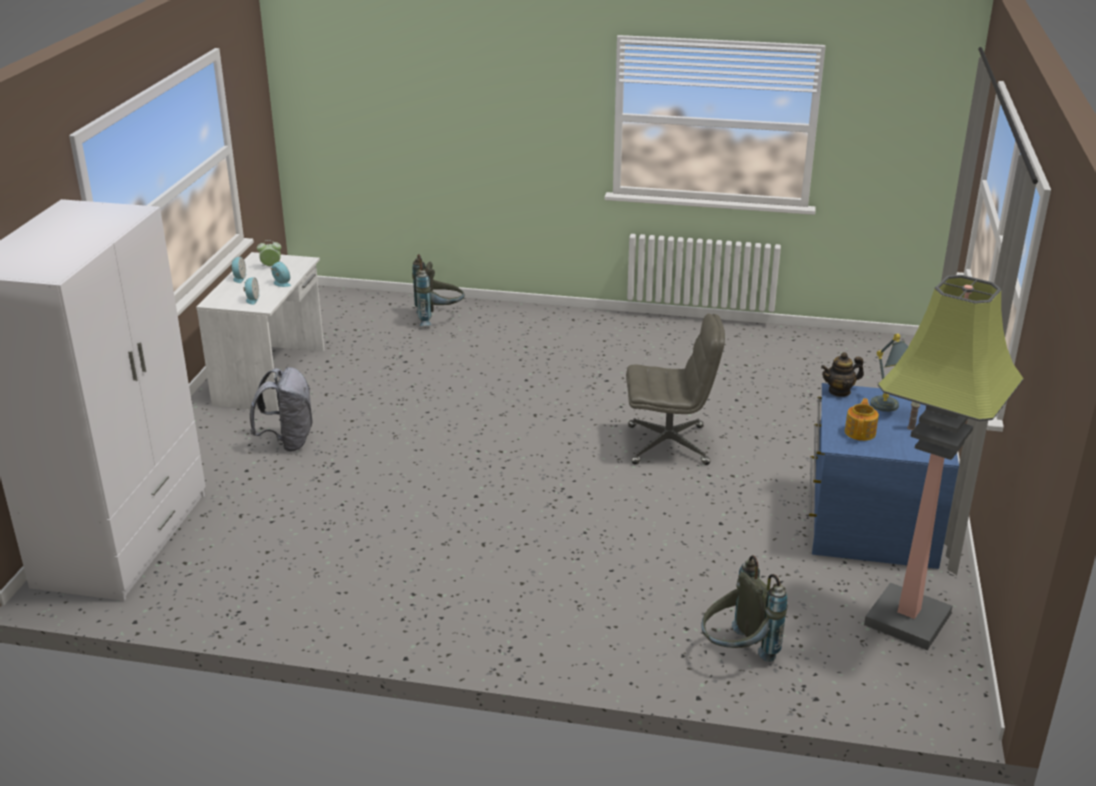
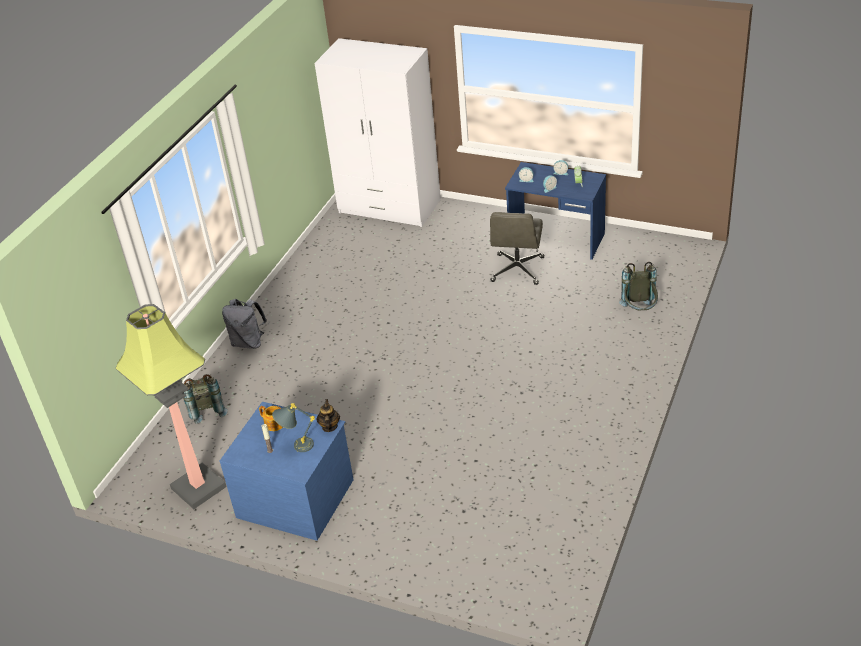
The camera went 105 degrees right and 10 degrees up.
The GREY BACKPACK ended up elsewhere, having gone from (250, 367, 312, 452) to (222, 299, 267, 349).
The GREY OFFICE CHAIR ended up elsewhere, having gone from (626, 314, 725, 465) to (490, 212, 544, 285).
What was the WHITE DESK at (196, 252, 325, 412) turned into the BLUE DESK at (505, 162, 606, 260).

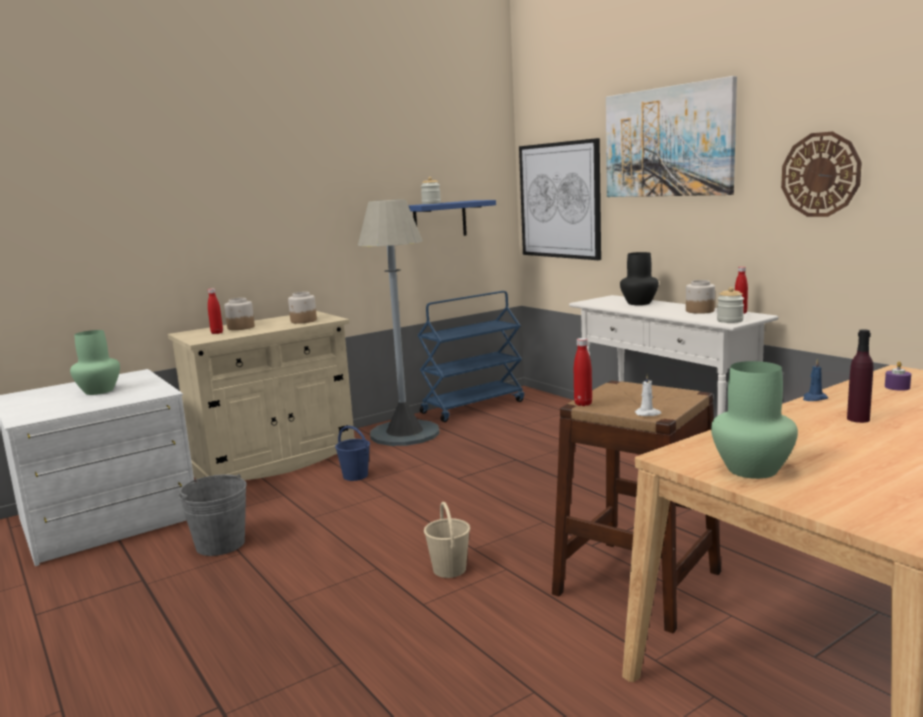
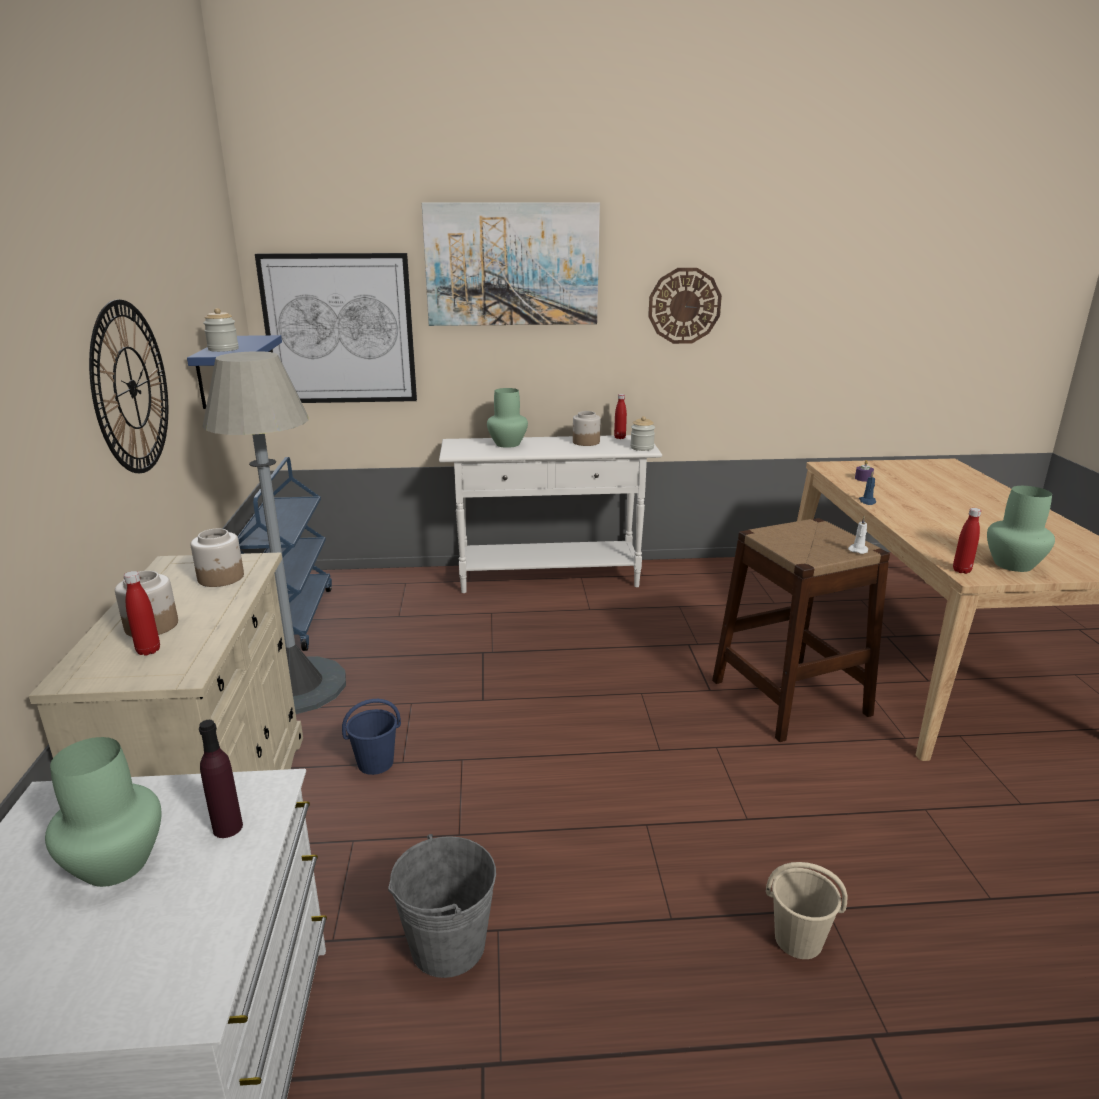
The camera went 60 degrees left and 10 degrees up.
The second view gained the WALL CLOCK at (89, 300, 168, 473).
The BEIGE BUCKET ended up elsewhere, having gone from (424, 502, 470, 578) to (766, 862, 848, 959).
The RED BOTTLE ended up elsewhere, having gone from (574, 338, 592, 406) to (953, 508, 981, 574).
The PURPLE BOTTLE ended up elsewhere, having gone from (847, 329, 873, 423) to (199, 720, 243, 838).
What was the BLACK VASE at (620, 252, 659, 305) turned into the GREEN VASE at (487, 388, 528, 448).

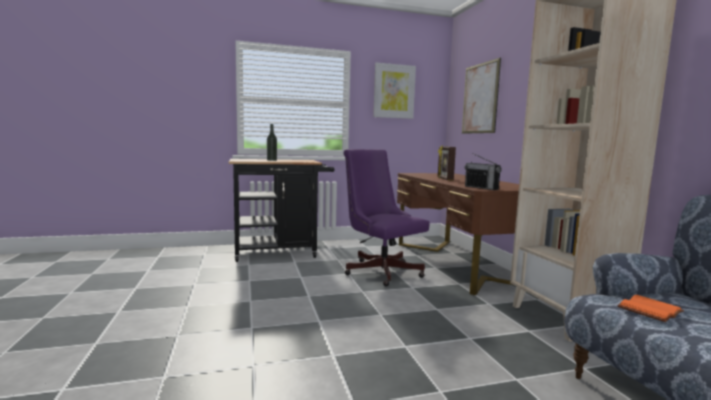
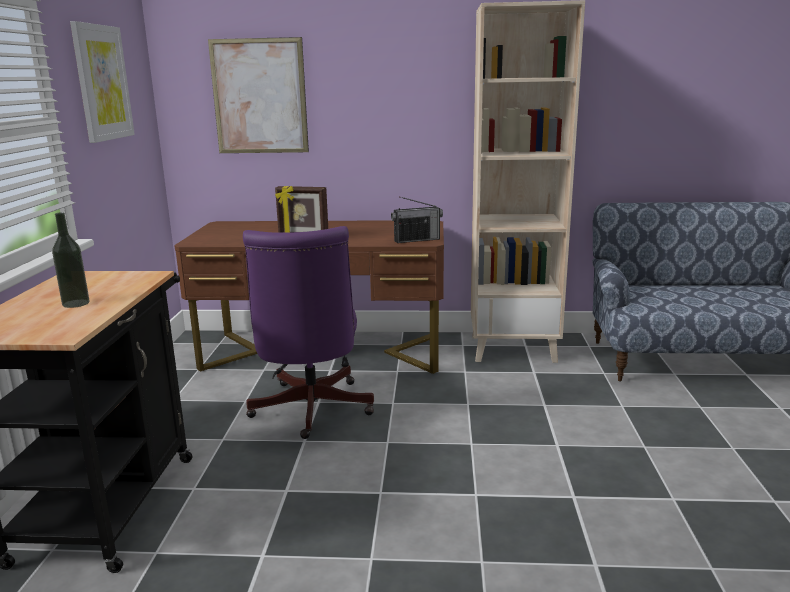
The camera went 70 degrees left and 10 degrees up.
The second view lost the ORANGE BOOK at (617, 295, 684, 322).
The PURPLE OFFICE CHAIR at (344, 149, 430, 286) ended up facing another way, 75 degrees counterclockwise from before.

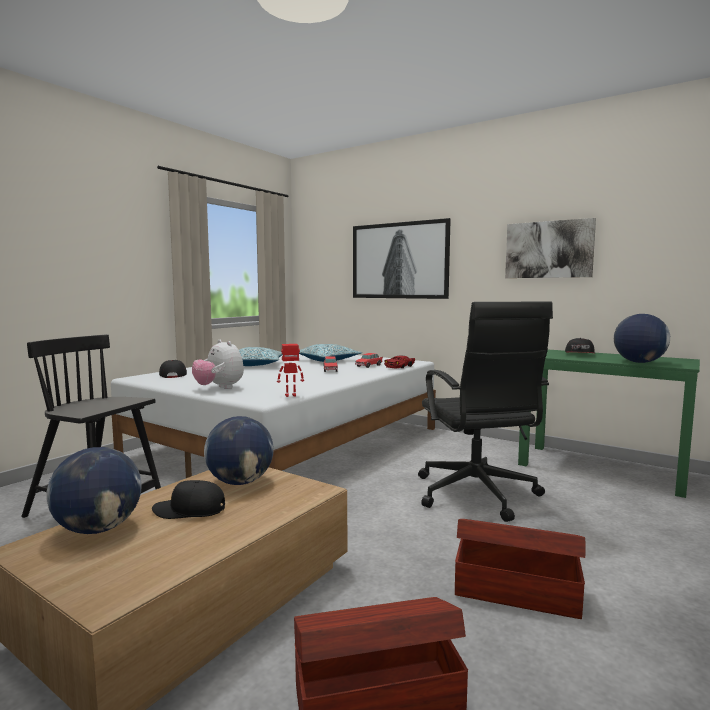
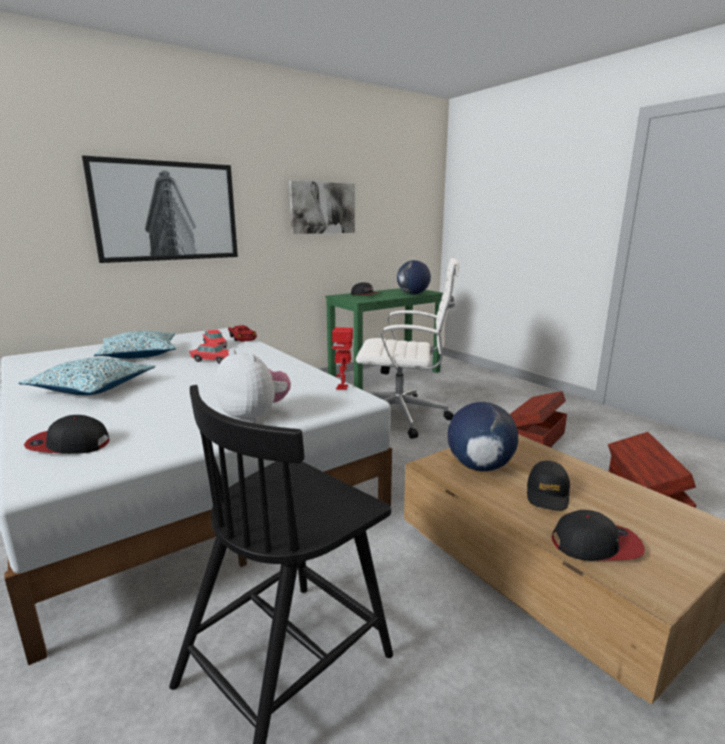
The camera went 70 degrees left and 10 degrees up.
Where the GLOBE stood at (46, 447, 142, 534), the CAP came to stand at (552, 510, 645, 561).
What was the BLACK OFFICE CHAIR at (418, 301, 553, 522) turned into the WHITE OFFICE CHAIR at (356, 258, 459, 439).
The PLUSH TOY at (192, 340, 244, 389) ended up facing another way, 120 degrees counterclockwise from before.

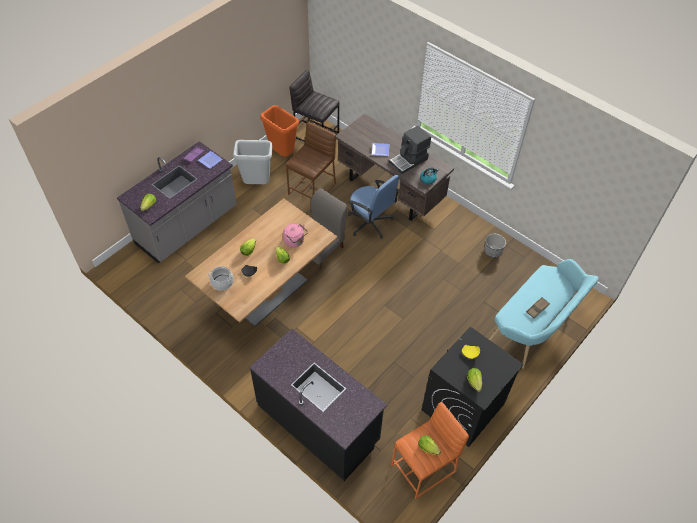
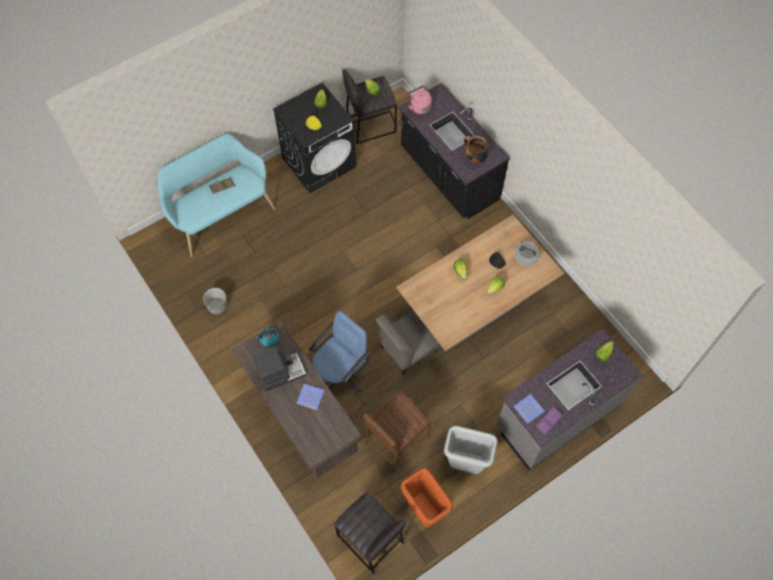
The camera went 165 degrees left and 10 degrees up.
The second view gained the COOKING POT at (464, 136, 489, 164).
The PINK KETTLE ended up elsewhere, having gone from (283, 223, 308, 247) to (407, 86, 432, 114).
What was the ORANGE STOOL at (391, 402, 469, 499) turned into the GREY STOOL at (342, 69, 397, 144).
The BLUE OFFICE CHAIR at (348, 175, 399, 239) ended up facing another way, 75 degrees clockwise from before.

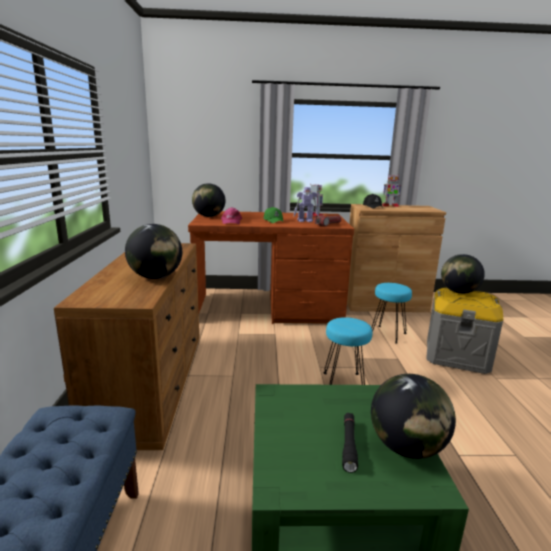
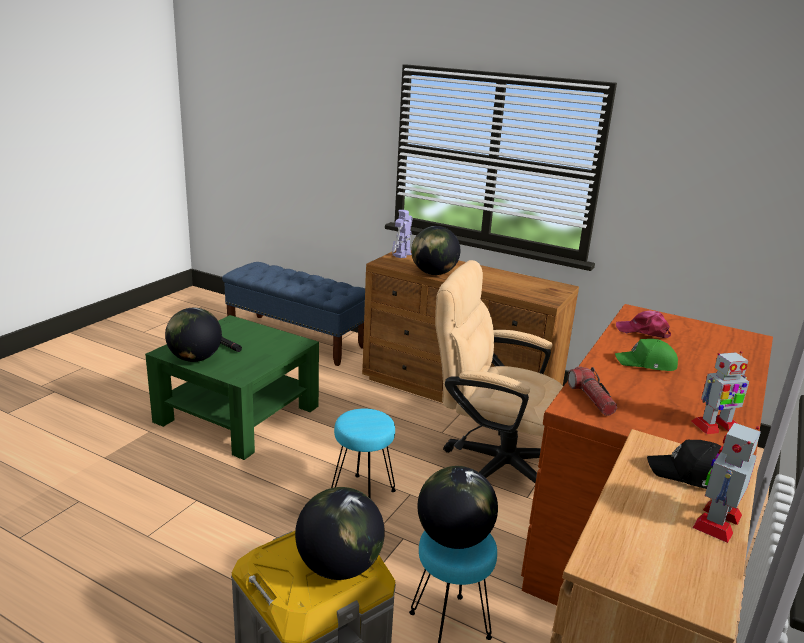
The camera went 120 degrees right and 5 degrees up.
The second view gained the BEIGE OFFICE CHAIR at (435, 260, 563, 483).
The GLOBE ended up elsewhere, having gone from (192, 183, 225, 217) to (418, 466, 498, 549).
The TOY ROBOT ended up elsewhere, having gone from (294, 187, 319, 222) to (392, 210, 413, 258).

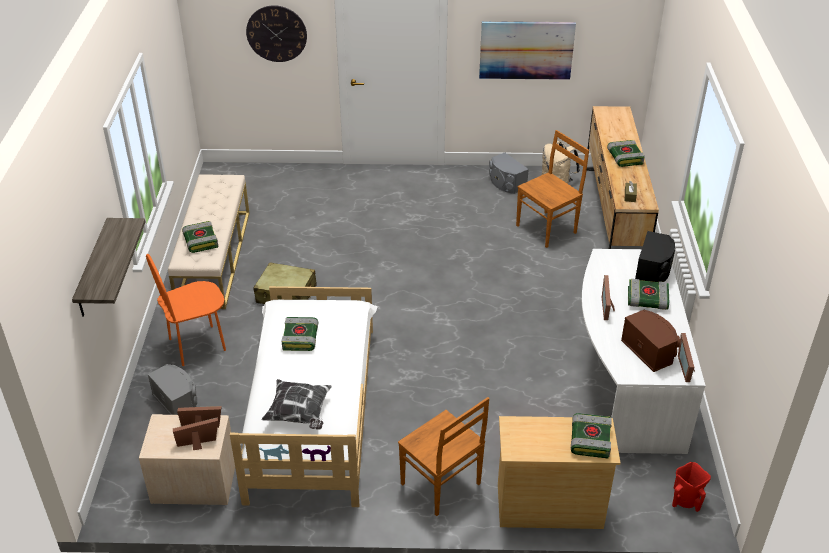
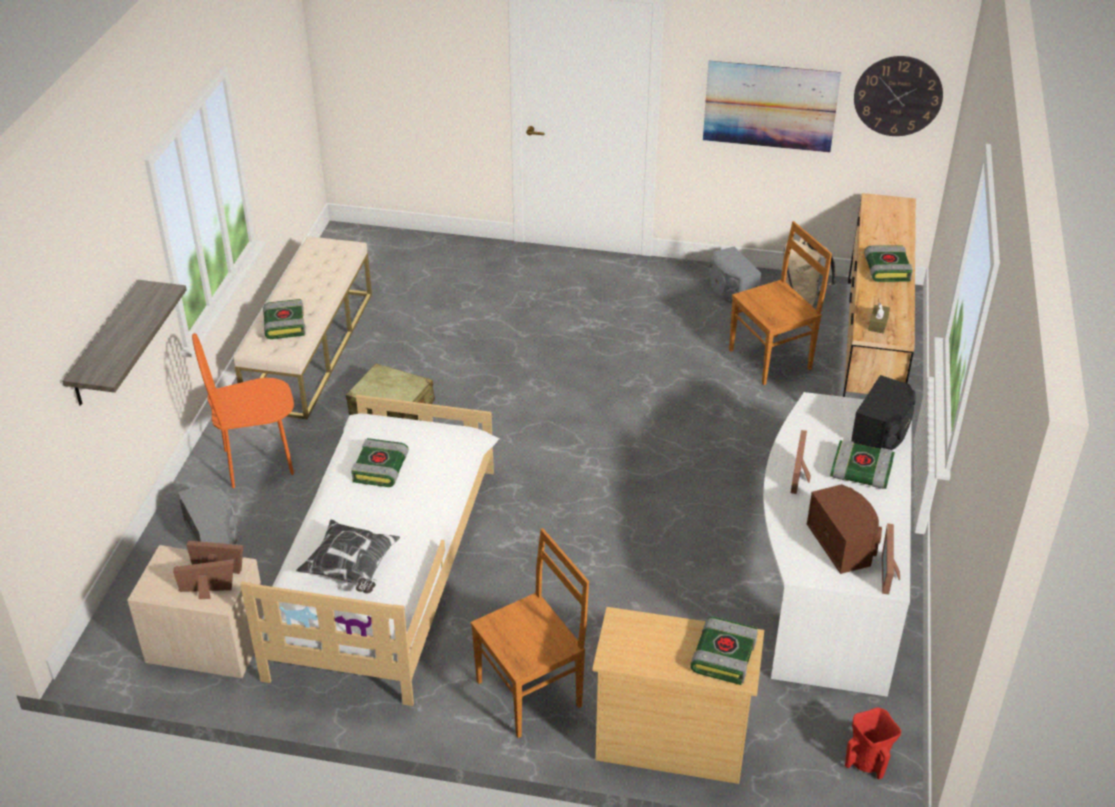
The camera went 10 degrees right and 0 degrees up.
The WALL CLOCK ended up elsewhere, having gone from (246, 5, 307, 62) to (854, 56, 943, 136).
The BROWN CHAIR at (398, 397, 489, 516) ended up facing another way, 90 degrees counterclockwise from before.

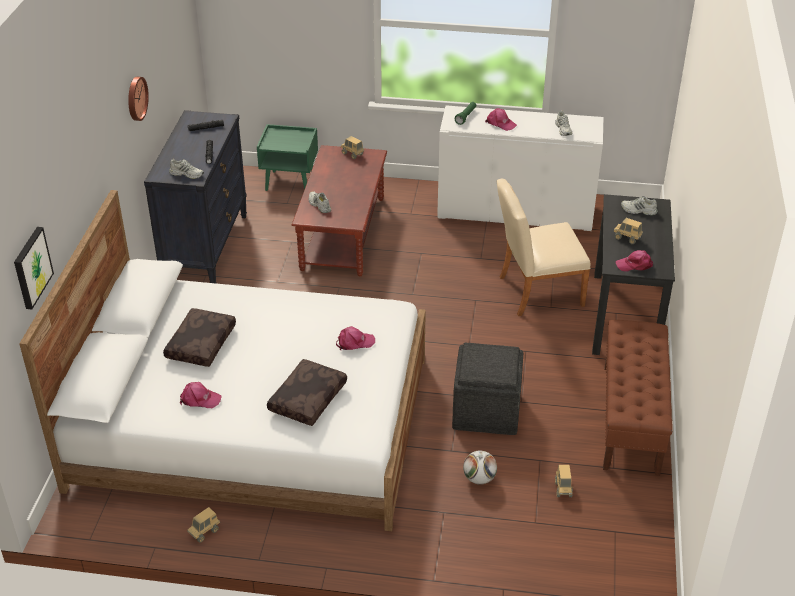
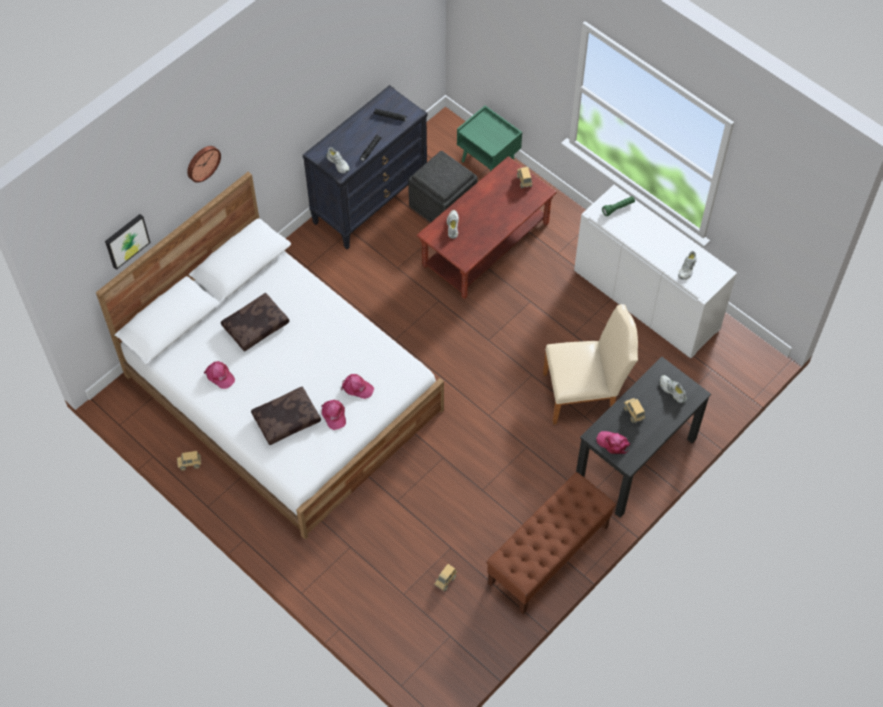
The camera went 35 degrees right and 20 degrees up.
The second view lost the FOOTBALL at (463, 451, 497, 485).
The WALL CLOCK ended up elsewhere, having gone from (128, 77, 149, 121) to (187, 146, 221, 183).
The GREY OTTOMAN ended up elsewhere, having gone from (452, 343, 523, 435) to (408, 151, 478, 223).
The PINK CAP ended up elsewhere, having gone from (485, 108, 517, 131) to (321, 400, 346, 430).
The BEIGE CHAIR at (497, 179, 591, 316) ended up facing another way, 150 degrees clockwise from before.

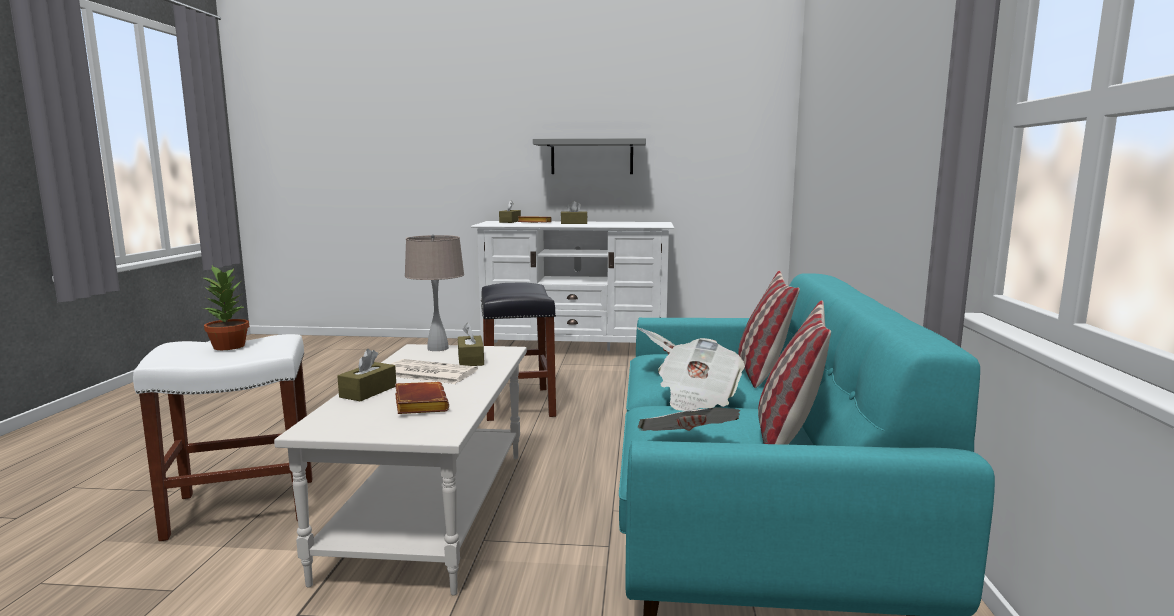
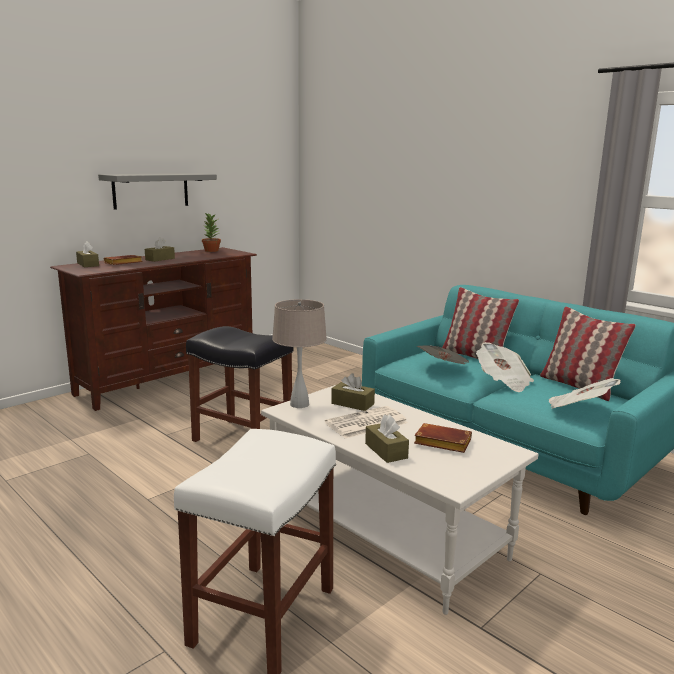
The camera went 50 degrees left and 5 degrees up.
The POTTED PLANT ended up elsewhere, having gone from (202, 266, 249, 350) to (202, 212, 221, 252).
What was the WHITE TV STAND at (471, 221, 674, 351) turned into the BROWN TV STAND at (50, 247, 257, 411).

